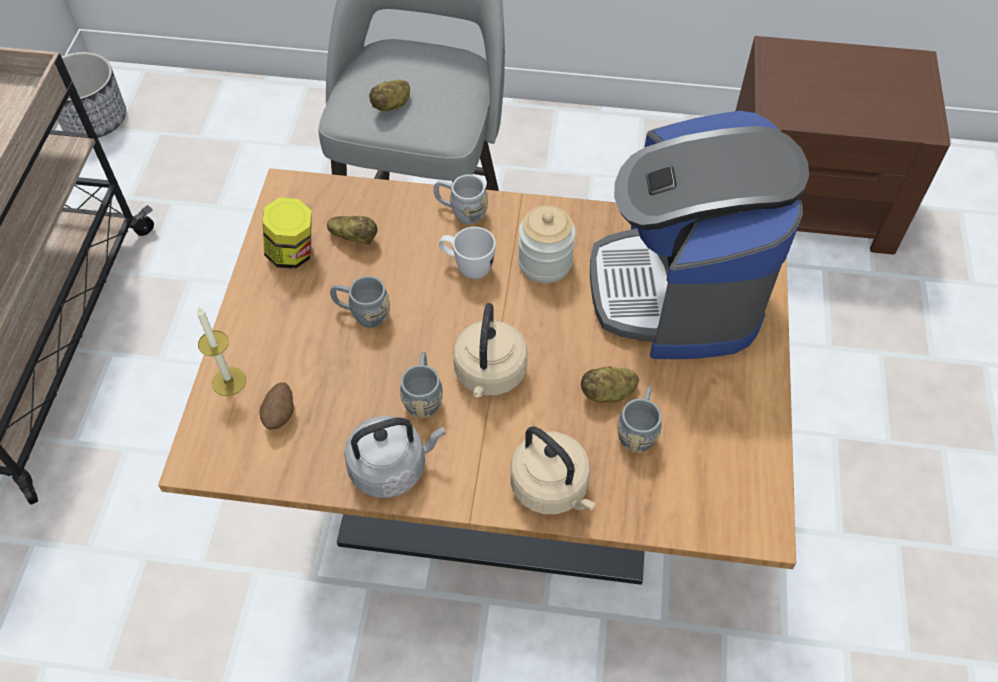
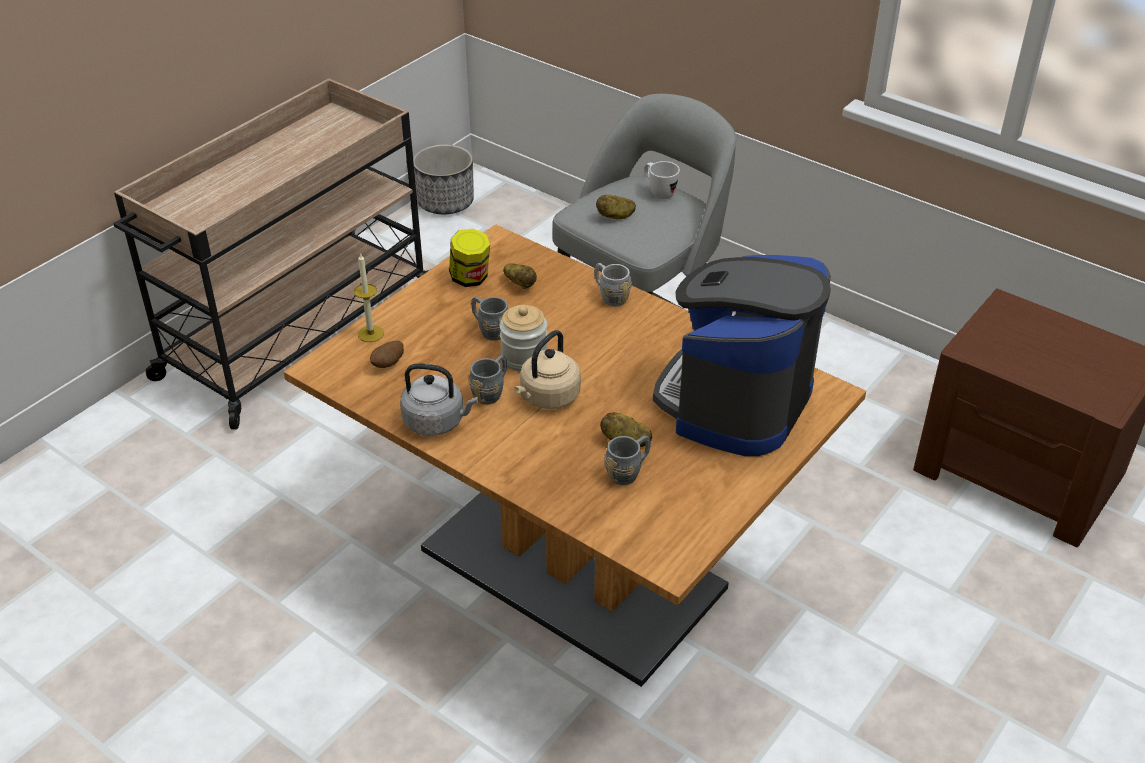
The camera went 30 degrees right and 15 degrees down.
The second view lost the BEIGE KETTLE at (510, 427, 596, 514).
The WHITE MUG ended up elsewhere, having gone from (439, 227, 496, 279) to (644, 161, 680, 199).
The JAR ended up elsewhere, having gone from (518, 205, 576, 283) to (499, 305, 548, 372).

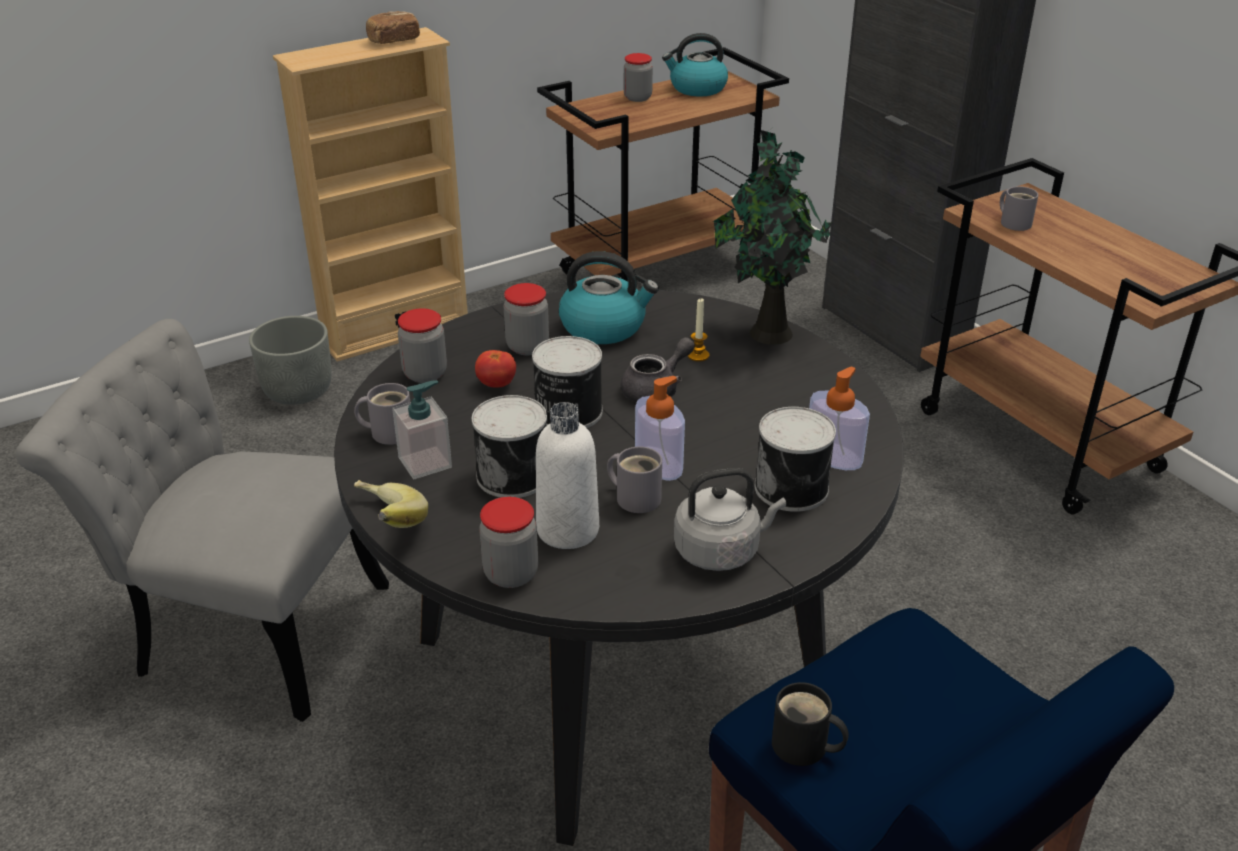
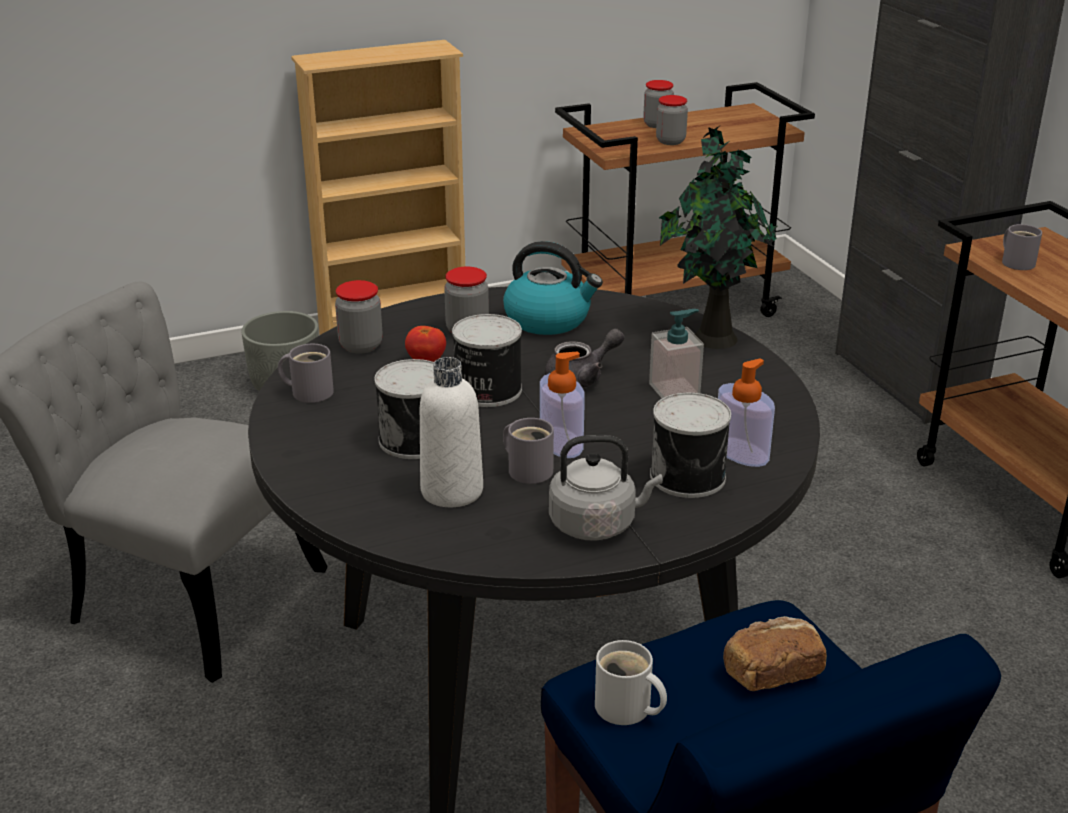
The camera went 10 degrees right and 5 degrees down.
The second view lost the BANANA at (354, 480, 428, 528).
The second view lost the KETTLE at (662, 33, 728, 96).
The second view lost the CANDLE at (688, 298, 709, 362).
The BREAD ended up elsewhere, having gone from (366, 11, 420, 44) to (723, 616, 827, 691).
The SOAP DISPENSER ended up elsewhere, having gone from (392, 380, 452, 479) to (649, 309, 704, 398).
The JAR ended up elsewhere, having gone from (479, 497, 538, 588) to (656, 95, 688, 145).
What was the BLACK MUG at (772, 682, 849, 766) turned into the WHITE MUG at (595, 640, 667, 725).

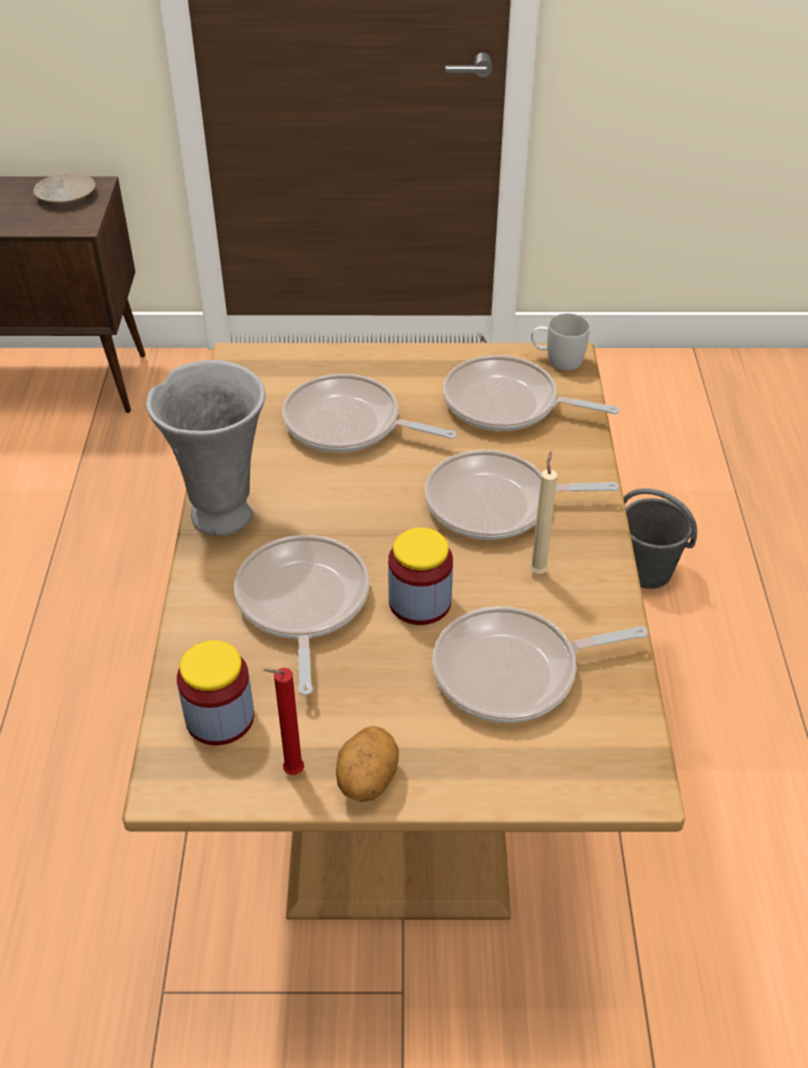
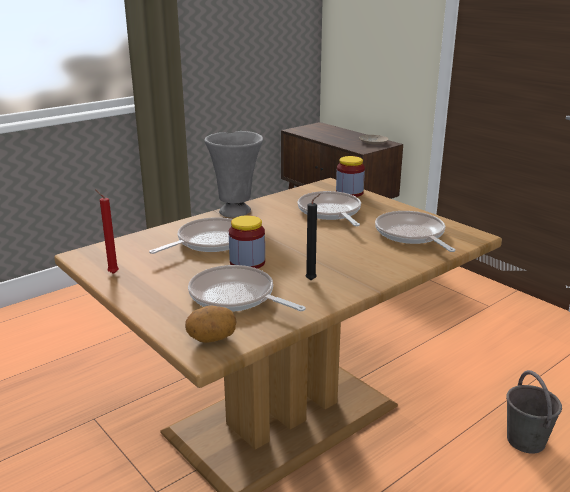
The camera went 50 degrees right and 20 degrees down.
The second view lost the FRYING PAN at (425, 450, 619, 540).
The second view lost the WHITE MUG at (531, 313, 590, 370).
The JAR ended up elsewhere, having gone from (177, 640, 254, 746) to (336, 156, 365, 197).
The POTATO ended up elsewhere, having gone from (336, 726, 399, 802) to (185, 305, 237, 343).
What was the BEIGE CANDLE at (530, 451, 557, 574) turned into the BLACK CANDLE at (306, 194, 320, 280).

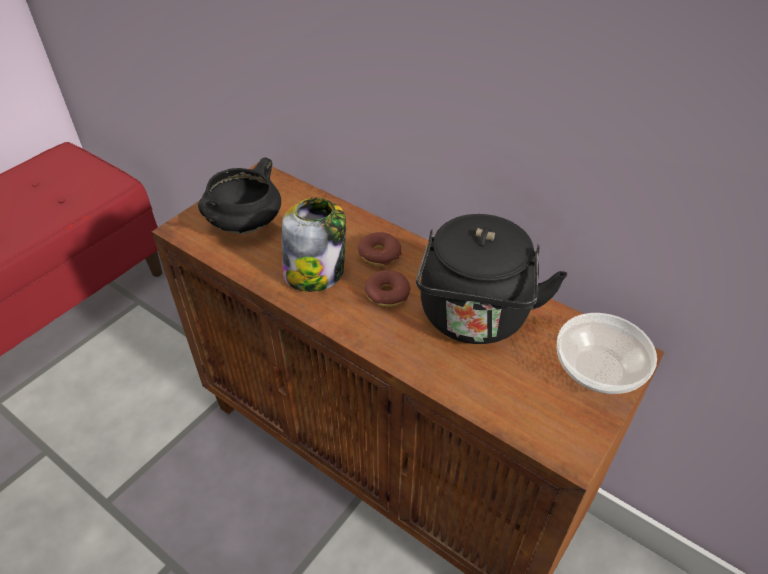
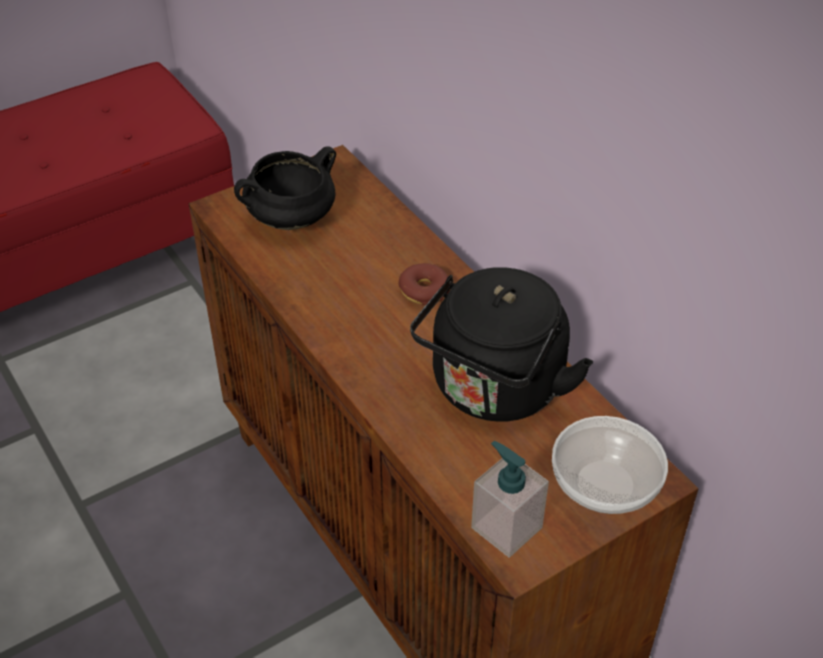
The camera went 20 degrees right and 0 degrees up.
The second view lost the JAR at (282, 198, 346, 292).
The second view lost the DONUT at (365, 270, 411, 307).
The second view gained the SOAP DISPENSER at (471, 441, 549, 558).

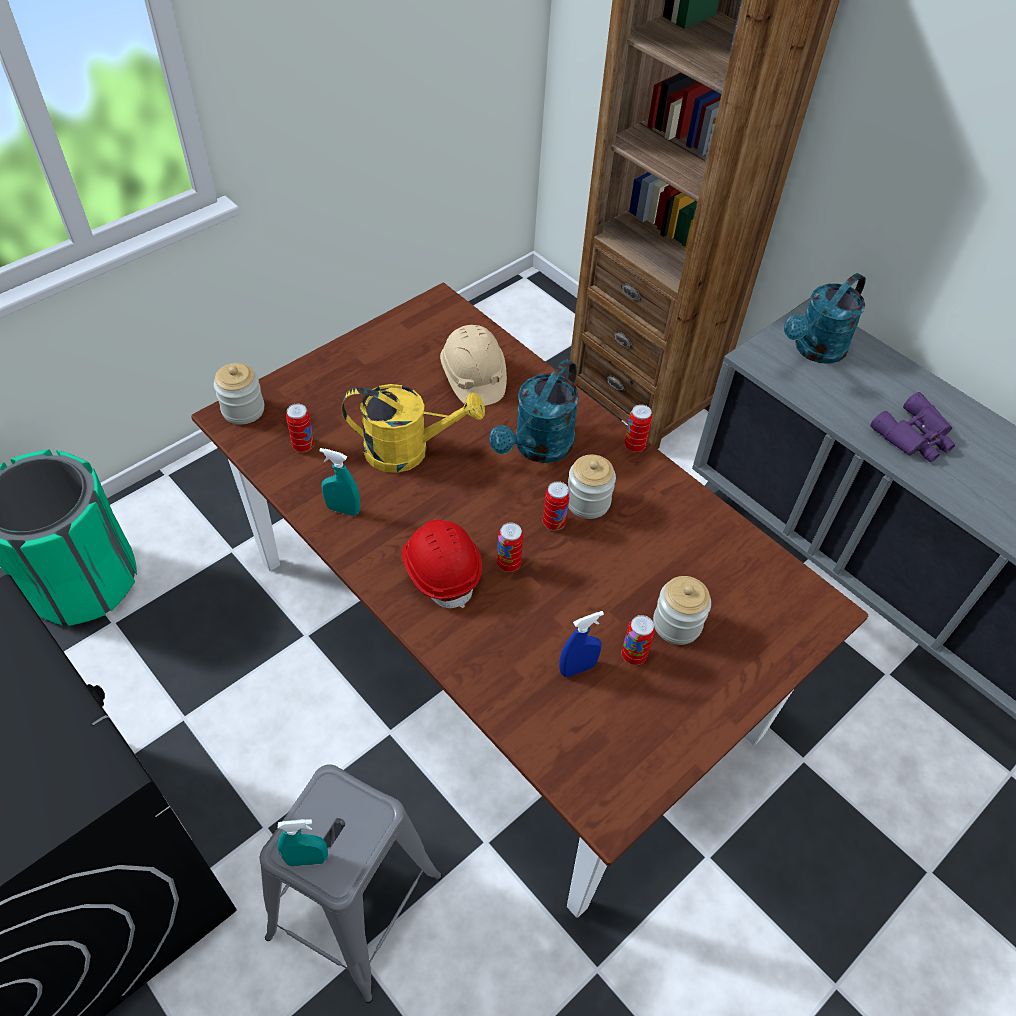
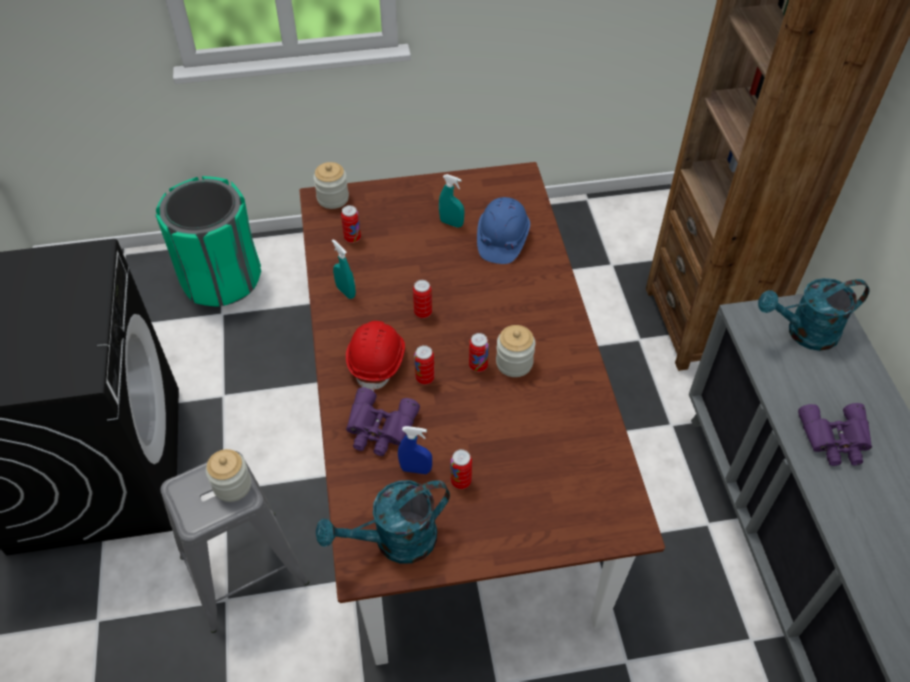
The camera went 35 degrees right and 0 degrees up.
The second view lost the YELLOW WATERING CAN at (341, 384, 485, 473).
The second view gained the PURPLE BINOCULARS at (346, 387, 420, 456).
The TURQUOISE SPRAY BOTTLE ended up elsewhere, having gone from (277, 819, 328, 866) to (439, 174, 464, 228).
The TURQUOISE WATERING CAN ended up elsewhere, having gone from (489, 360, 579, 463) to (316, 480, 450, 564).
The CAN ended up elsewhere, having gone from (624, 404, 652, 452) to (413, 280, 432, 318).
The JAR ended up elsewhere, having gone from (653, 576, 711, 645) to (206, 449, 251, 502).
What was the BEIGE HARD HAT at (440, 325, 507, 406) turned into the BLUE HARD HAT at (477, 197, 530, 264).

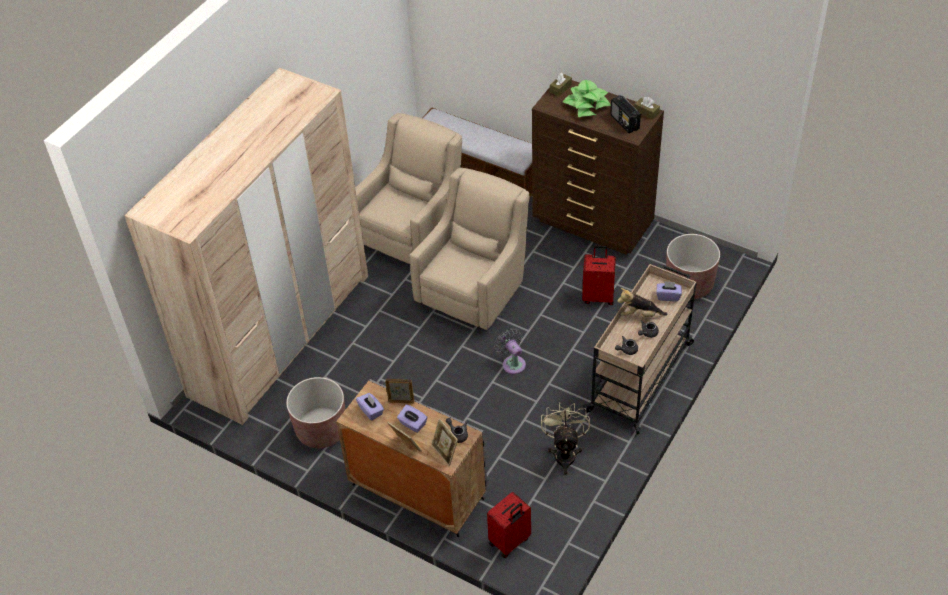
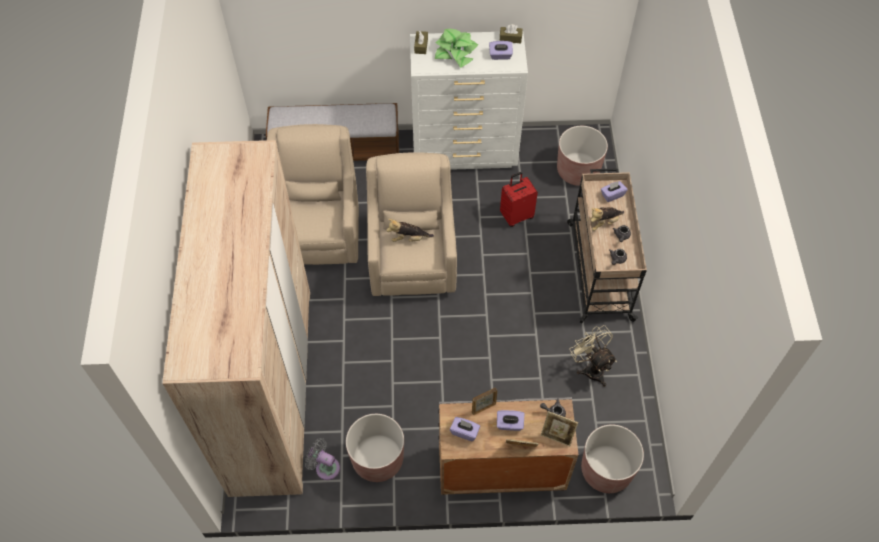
The camera went 35 degrees left and 10 degrees up.
The second view gained the PLUSH TOY at (386, 219, 434, 242).
The GREY FAN ended up elsewhere, having gone from (494, 328, 526, 374) to (305, 438, 340, 480).
Where the RED SUITCASE stood at (487, 492, 531, 558), the BROWN PLANTER came to stand at (581, 424, 644, 493).
Where the RADIO stood at (610, 95, 641, 133), the PURPLE TISSUE BOX came to stand at (489, 41, 513, 60).
What was the BROWN DRESSER at (532, 80, 664, 255) turned into the WHITE DRESSER at (410, 31, 528, 170).

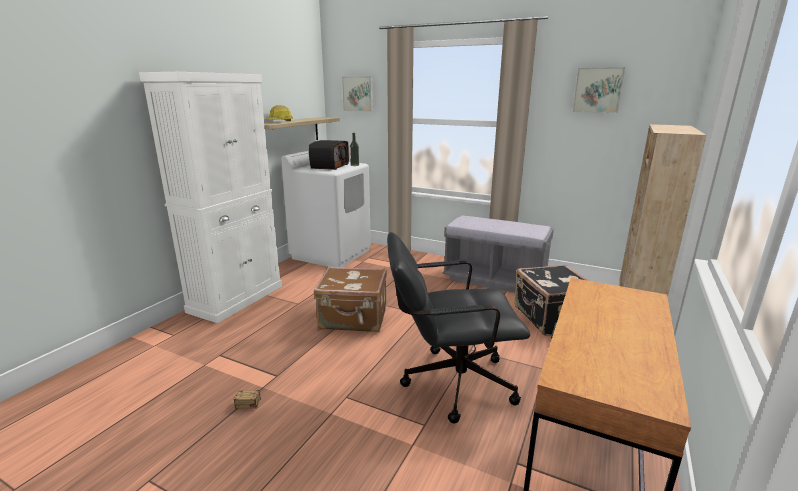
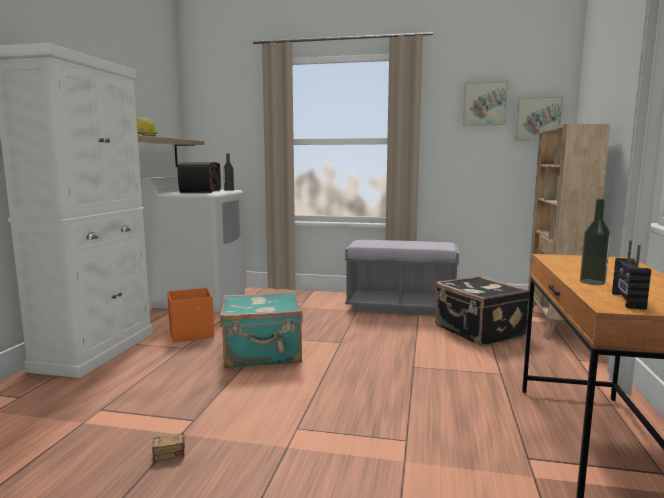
The camera went 15 degrees left and 10 degrees down.
The second view lost the BLACK OFFICE CHAIR at (387, 232, 530, 424).
The second view gained the ORANGE STORAGE BOX at (167, 288, 214, 343).
The second view gained the BOTTLE at (580, 199, 611, 285).
The second view gained the RADIO at (612, 240, 651, 310).
The PICTURE ended up elsewhere, having gone from (342, 76, 373, 112) to (514, 97, 563, 141).
What was the BROWN SUITCASE at (314, 266, 387, 332) turned into the TURQUOISE SUITCASE at (220, 291, 303, 368).

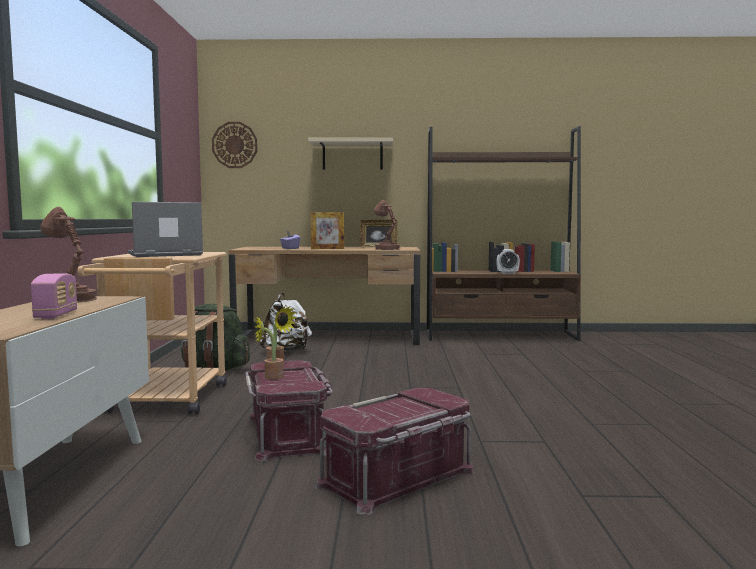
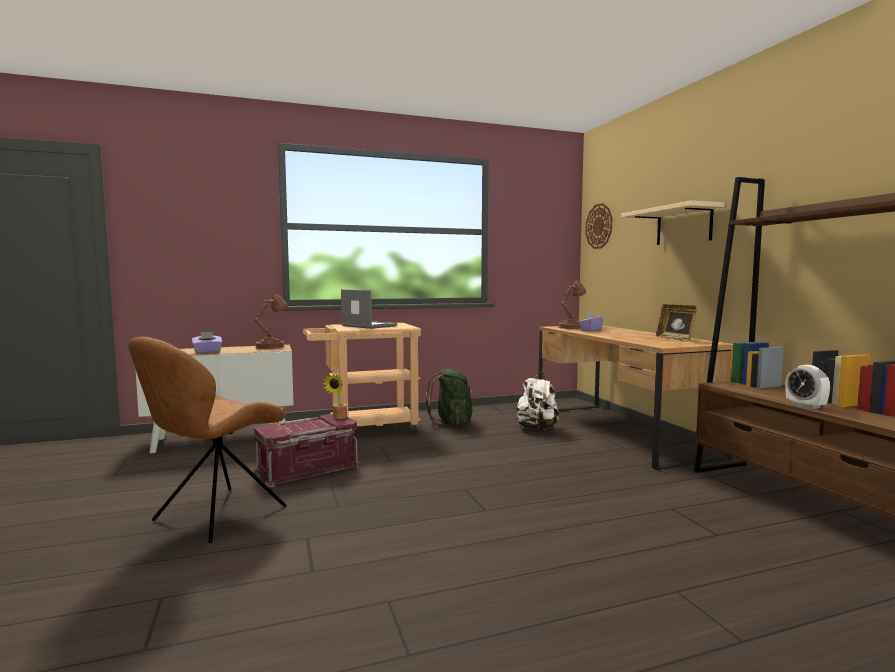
The camera went 70 degrees right and 0 degrees up.
The second view lost the POTTED PLANT at (254, 317, 284, 380).
The second view lost the PICTURE FRAME at (311, 212, 344, 249).
The BROWN TABLE LAMP ended up elsewhere, having gone from (374, 200, 400, 250) to (558, 281, 586, 329).
Where the RADIO stood at (31, 274, 77, 319), the PURPLE TISSUE BOX came to stand at (192, 332, 222, 354).
Where the RED STORAGE BOX stood at (315, 388, 475, 515), the BROWN CHAIR came to stand at (128, 337, 286, 543).

